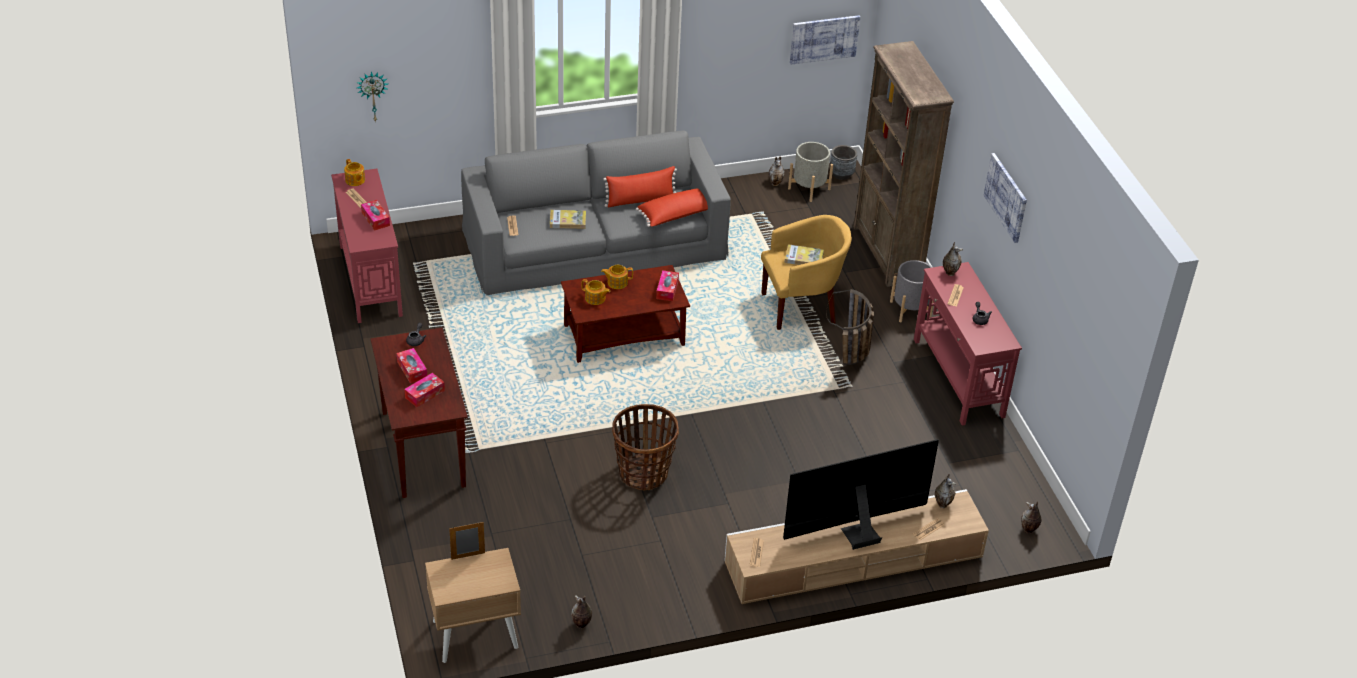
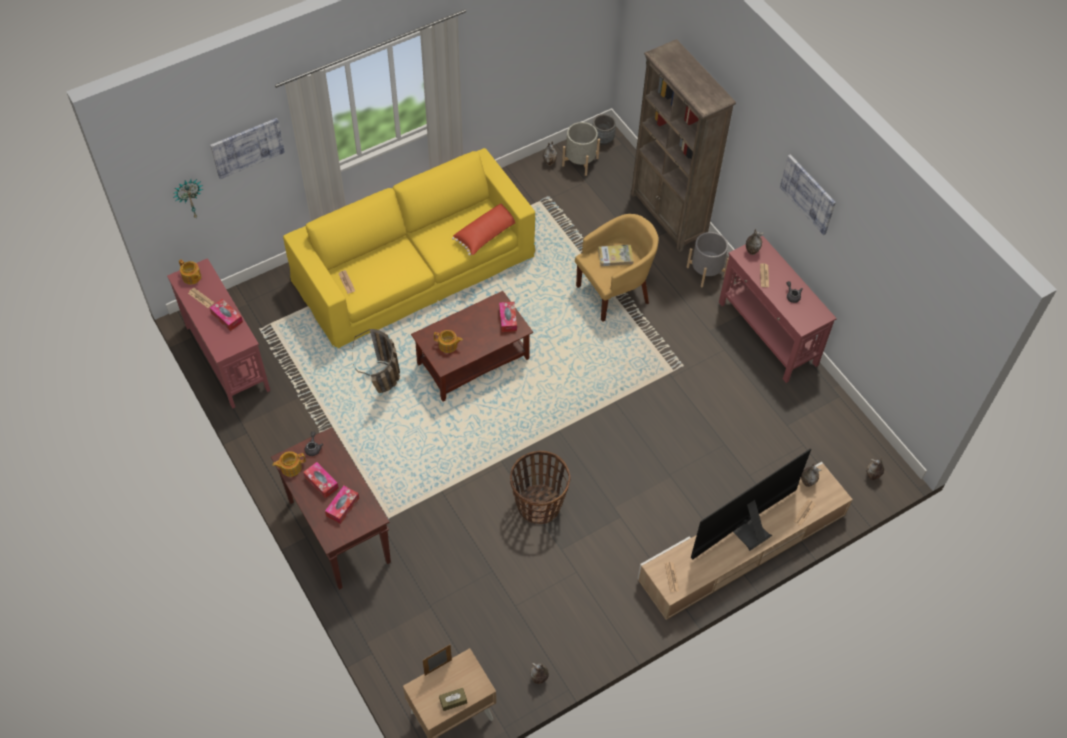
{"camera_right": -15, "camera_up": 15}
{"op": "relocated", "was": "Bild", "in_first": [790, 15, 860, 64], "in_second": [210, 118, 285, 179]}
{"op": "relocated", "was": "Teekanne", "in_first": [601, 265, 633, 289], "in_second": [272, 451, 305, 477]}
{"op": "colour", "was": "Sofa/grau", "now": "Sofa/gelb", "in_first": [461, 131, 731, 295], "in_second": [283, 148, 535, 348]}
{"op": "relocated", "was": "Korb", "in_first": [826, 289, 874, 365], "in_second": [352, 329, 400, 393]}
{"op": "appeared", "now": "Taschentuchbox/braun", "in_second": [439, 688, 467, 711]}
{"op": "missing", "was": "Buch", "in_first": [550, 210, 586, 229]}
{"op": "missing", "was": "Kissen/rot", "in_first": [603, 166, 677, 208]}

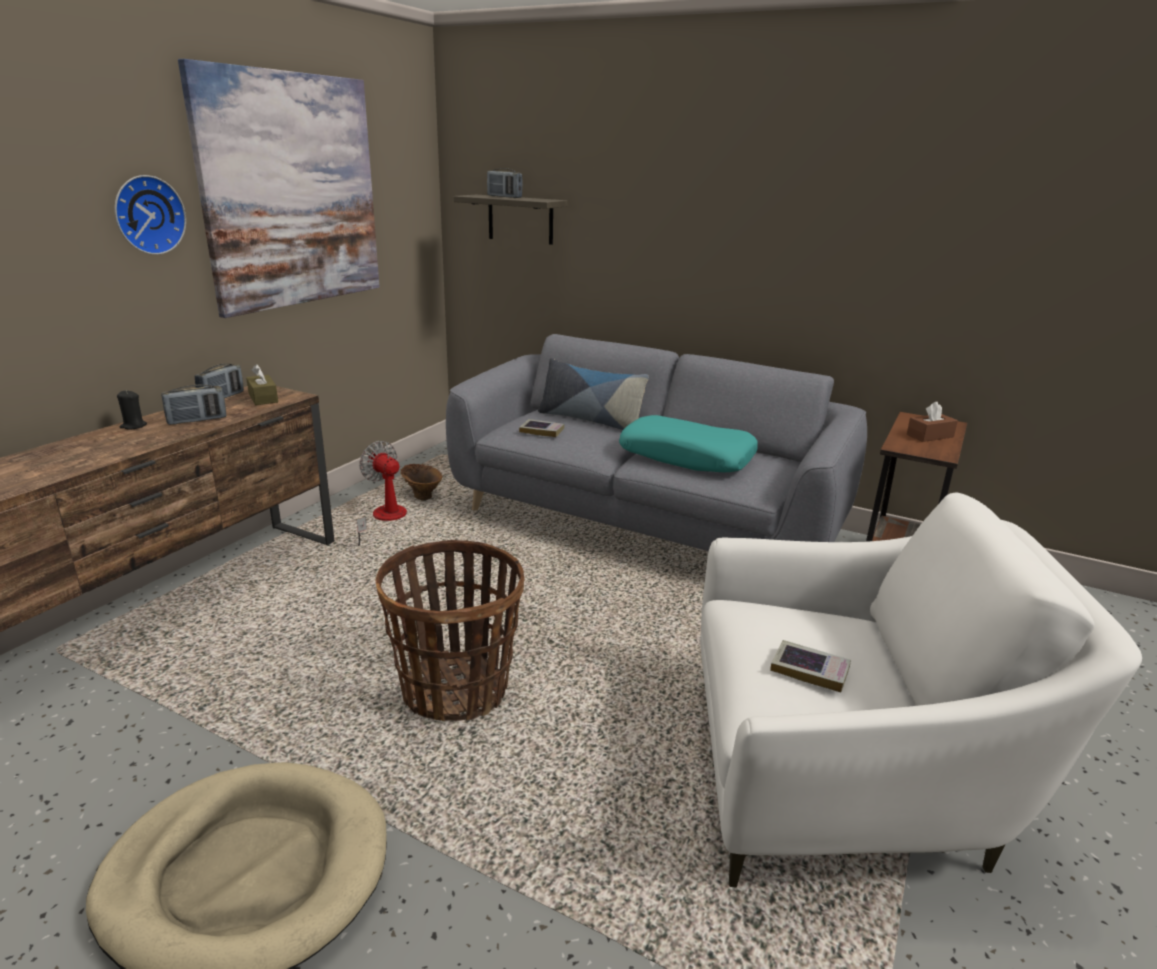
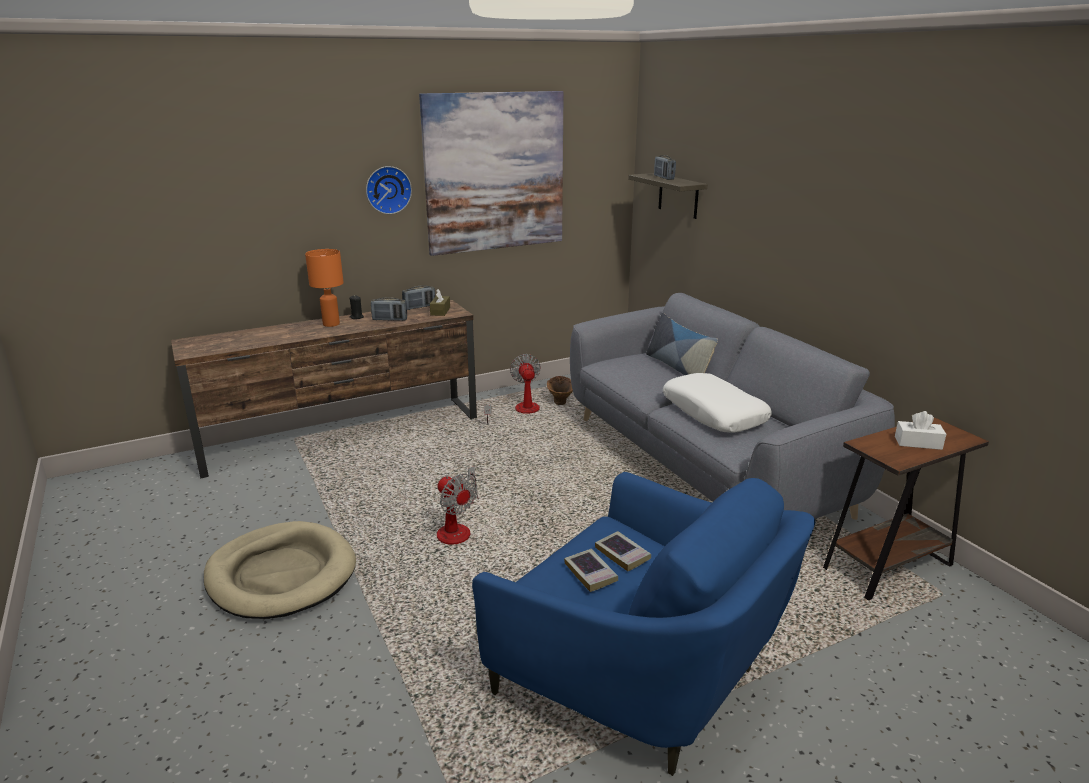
{"camera_right": 35, "camera_up": 0}
{"op": "appeared", "now": "Tischlampe/orange", "in_second": [305, 249, 344, 327]}
{"op": "exchanged", "was": "Korb", "now": "Ventilator", "in_first": [375, 540, 525, 721], "in_second": [437, 466, 480, 545]}
{"op": "colour", "was": "Sessel/weiß", "now": "Sessel/blau", "in_first": [700, 492, 1142, 888], "in_second": [472, 472, 815, 776]}
{"op": "relocated", "was": "Buch", "in_first": [519, 419, 565, 437], "in_second": [595, 531, 651, 572]}
{"op": "colour", "was": "Kissen/türkis", "now": "Kissen/weiß", "in_first": [619, 415, 758, 472], "in_second": [663, 373, 772, 433]}
{"op": "colour", "was": "Taschentuchbox/braun", "now": "Taschentuchbox/weiß", "in_first": [907, 402, 958, 442], "in_second": [895, 411, 946, 450]}

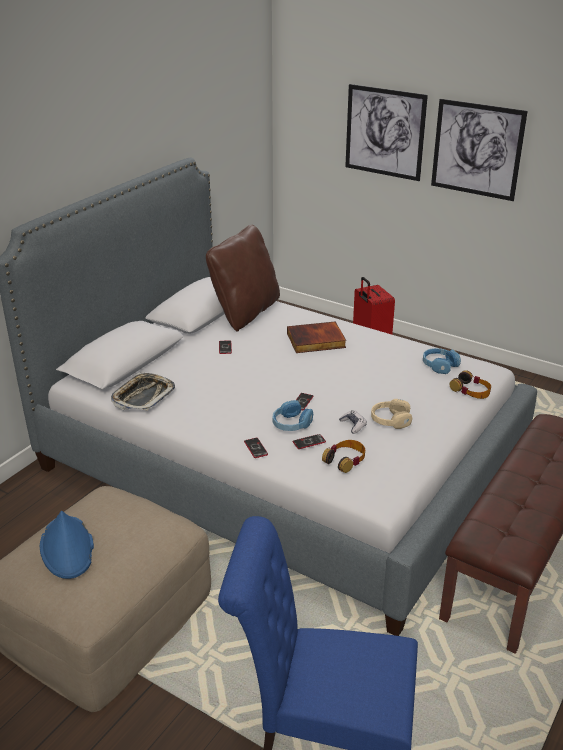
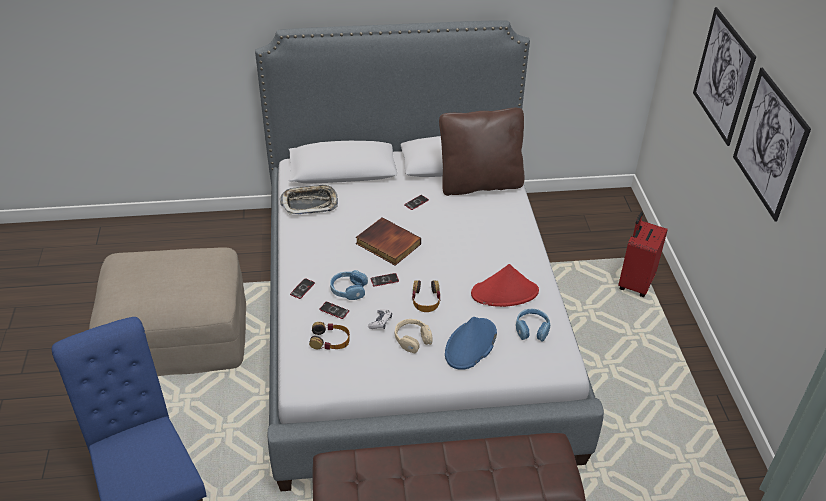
{"camera_right": 50, "camera_up": 10}
{"op": "relocated", "was": "Buch", "in_first": [287, 321, 346, 353], "in_second": [356, 217, 421, 266]}
{"op": "relocated", "was": "Kopfhörer", "in_first": [449, 370, 491, 399], "in_second": [412, 280, 441, 312]}
{"op": "relocated", "was": "Hut/blau", "in_first": [40, 511, 94, 579], "in_second": [445, 317, 497, 370]}
{"op": "appeared", "now": "Hut/rot", "in_second": [471, 264, 539, 307]}

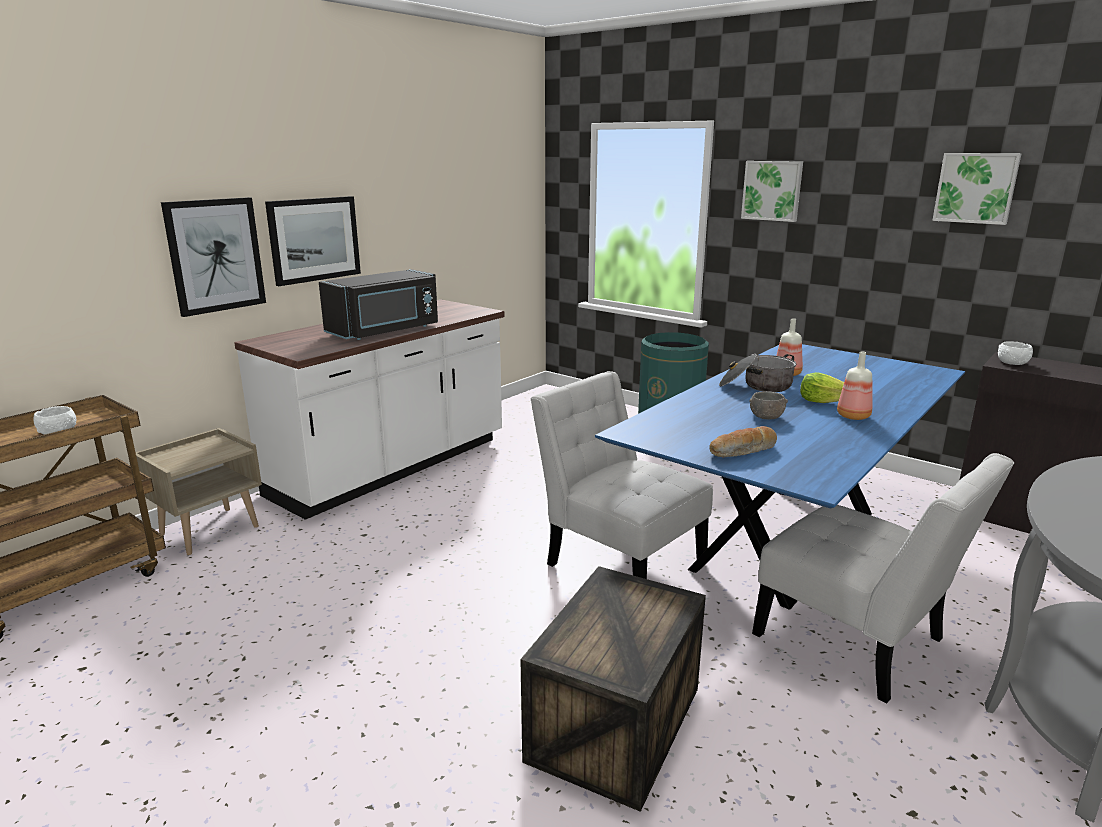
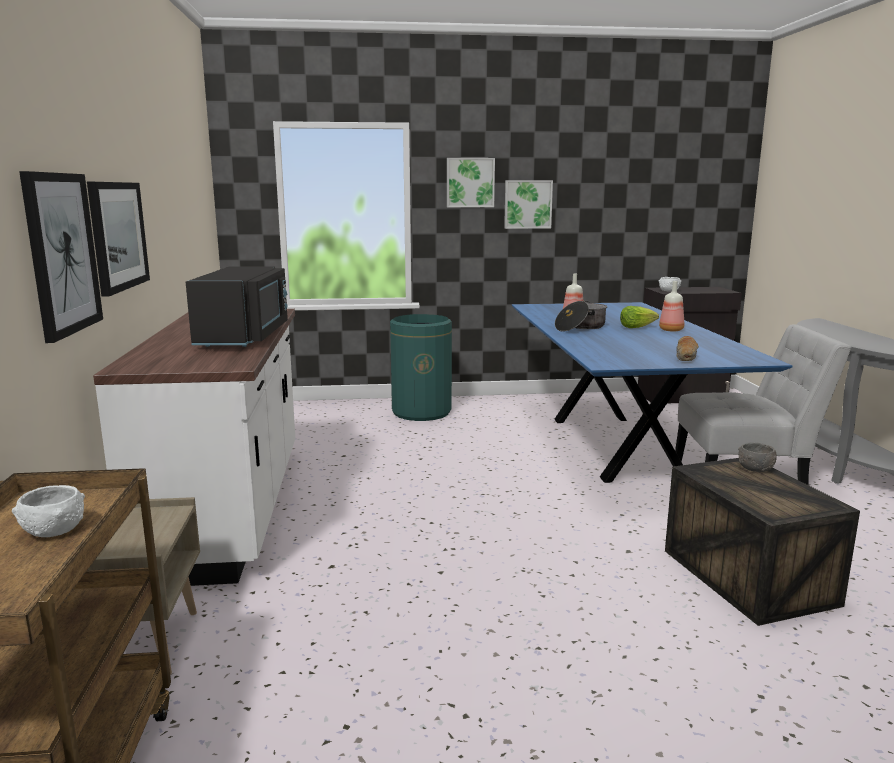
{"camera_right": -45, "camera_up": -5}
{"op": "relocated", "was": "Bild", "in_first": [932, 153, 1022, 225], "in_second": [504, 180, 553, 229]}
{"op": "relocated", "was": "Schüssel/grau", "in_first": [749, 391, 788, 419], "in_second": [738, 442, 777, 472]}
{"op": "missing", "was": "Stuhl/weiß", "in_first": [530, 371, 713, 579]}

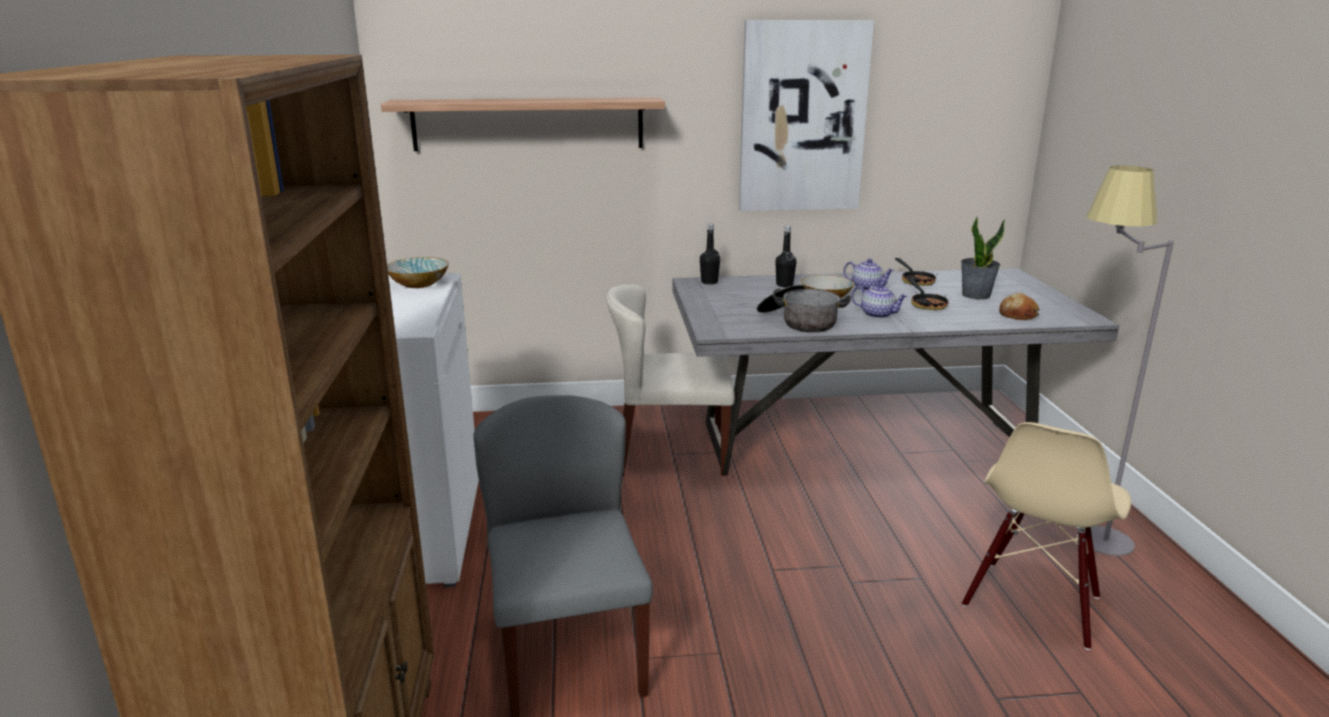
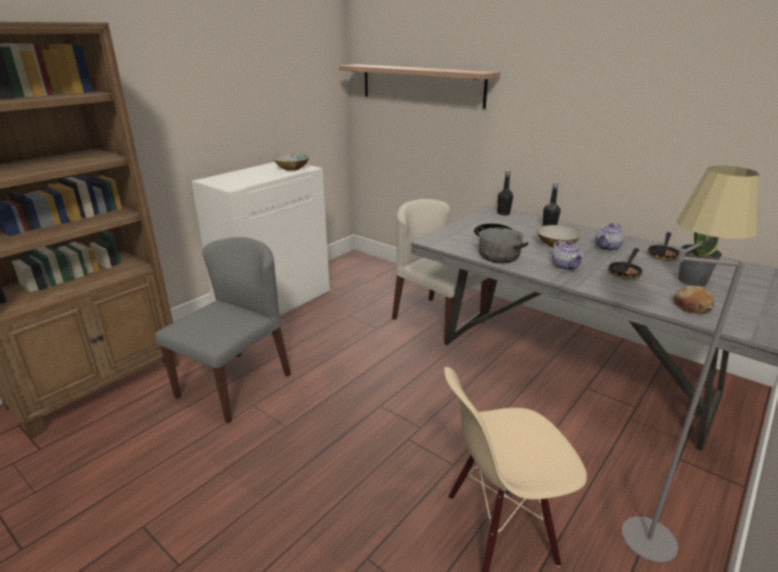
{"camera_right": 45, "camera_up": 5}
{"op": "spun", "was": "Teekanne", "in_first": [843, 259, 894, 290], "in_second": [595, 223, 624, 251], "clockwise": 60}
{"op": "missing", "was": "Bild", "in_first": [739, 20, 874, 211]}

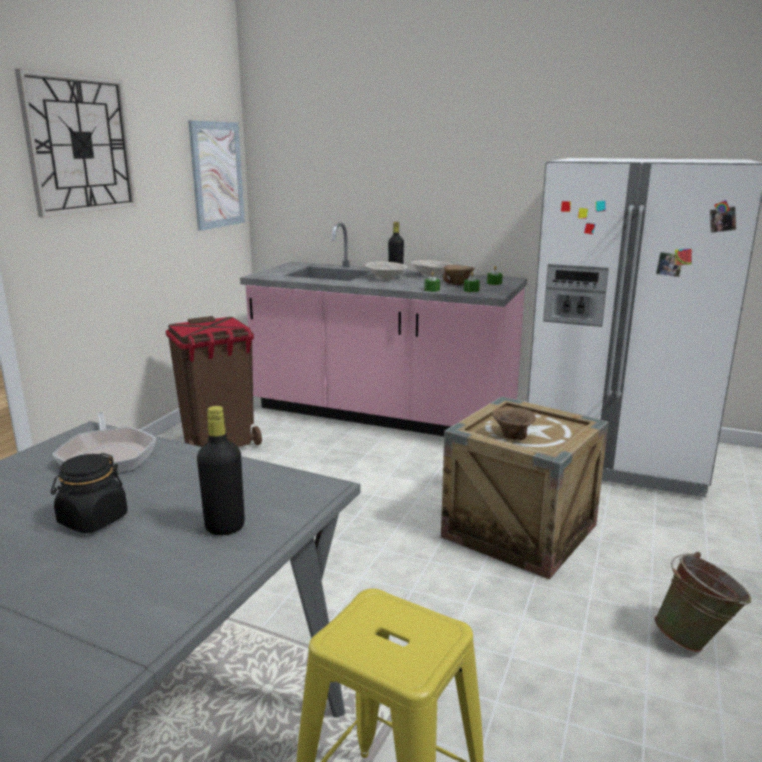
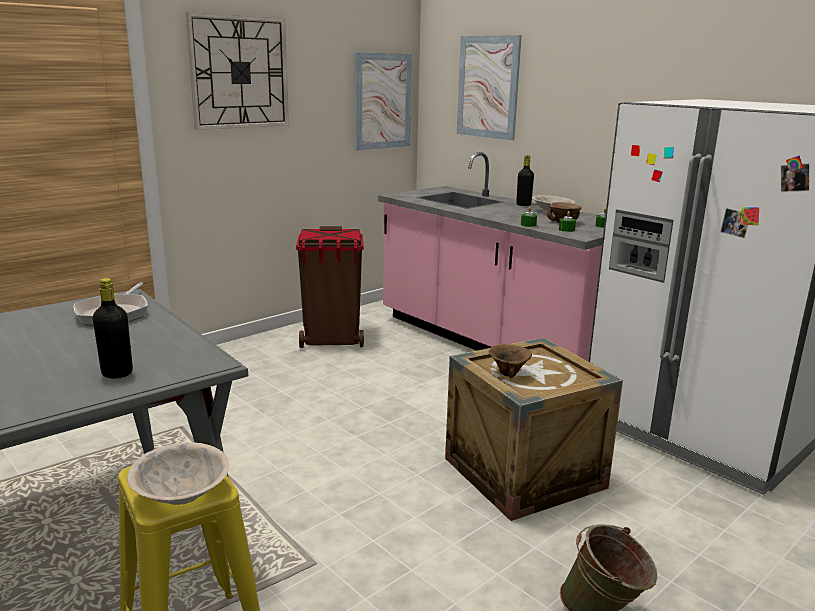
{"camera_right": 25, "camera_up": 0}
{"op": "relocated", "was": "Schüssel/beige", "in_first": [365, 262, 407, 280], "in_second": [127, 442, 229, 505]}
{"op": "appeared", "now": "Bild", "in_second": [457, 35, 522, 140]}
{"op": "missing", "was": "Vorratsglas/schwarz", "in_first": [51, 453, 128, 533]}

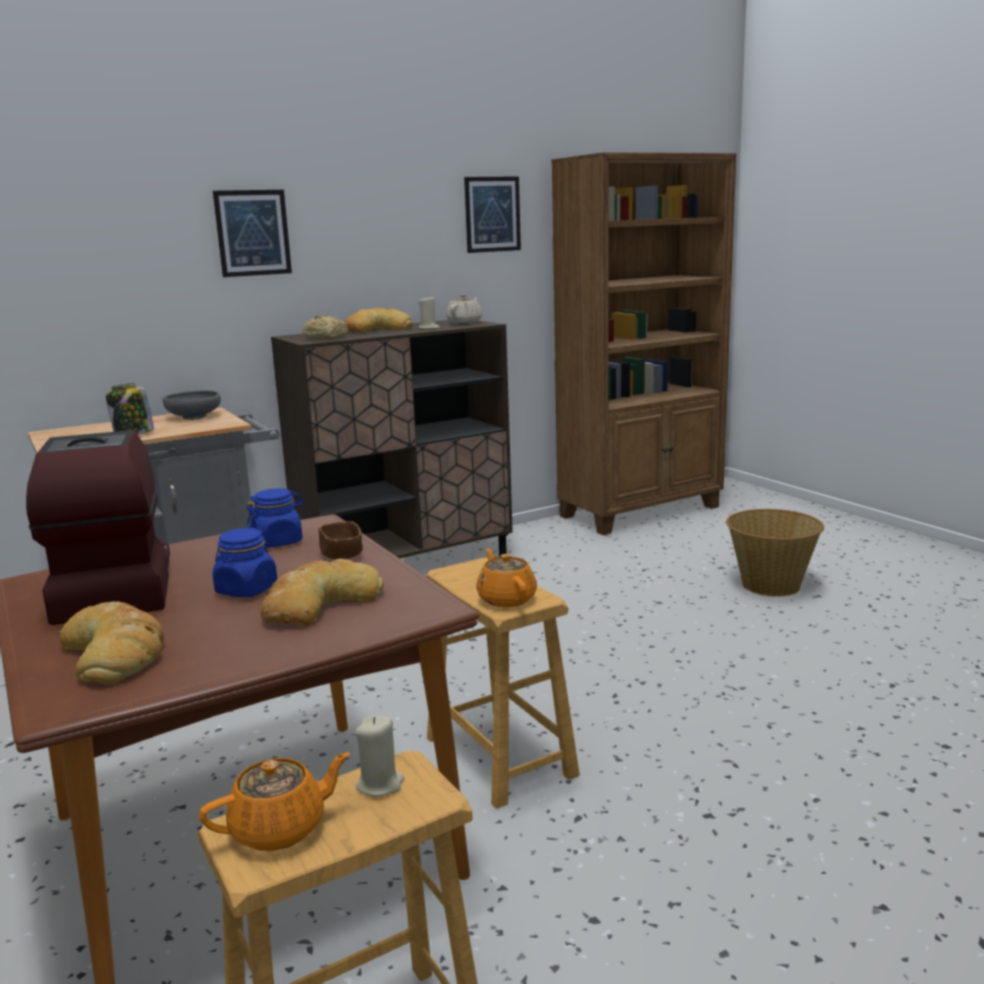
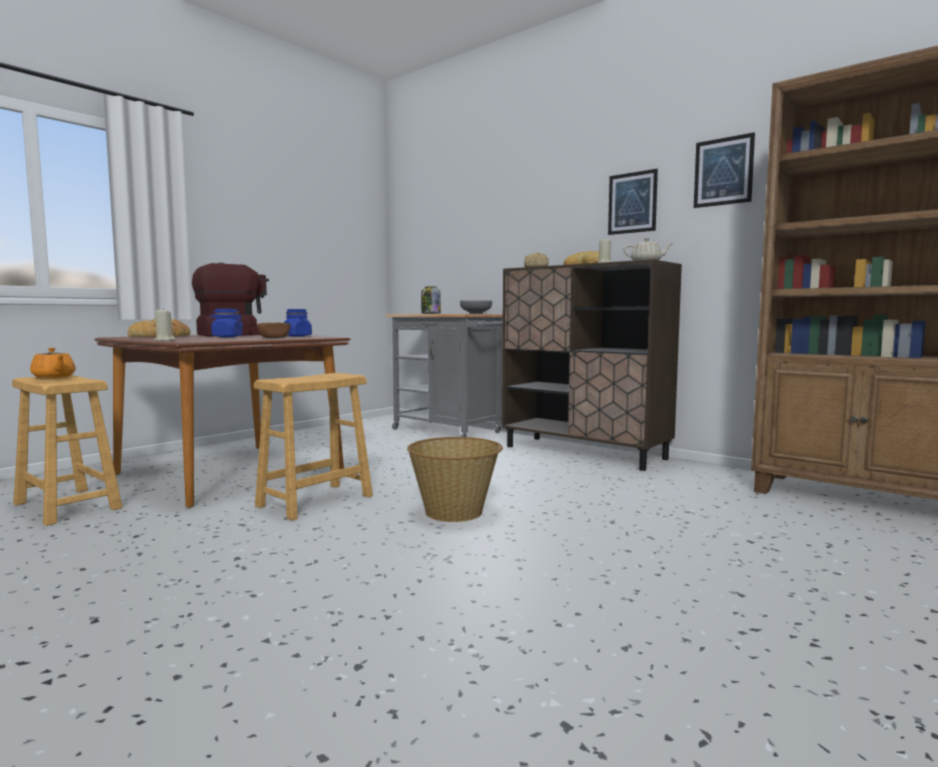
{"camera_right": 70, "camera_up": -10}
{"op": "relocated", "was": "Kerze/beige", "in_first": [355, 715, 404, 797], "in_second": [154, 308, 175, 341]}
{"op": "relocated", "was": "Korb", "in_first": [726, 509, 824, 597], "in_second": [407, 437, 503, 522]}
{"op": "relocated", "was": "Bild", "in_first": [213, 190, 292, 277], "in_second": [608, 169, 658, 235]}
{"op": "missing", "was": "Brot", "in_first": [261, 559, 384, 626]}
{"op": "missing", "was": "Teekanne/orange", "in_first": [476, 548, 537, 607]}

